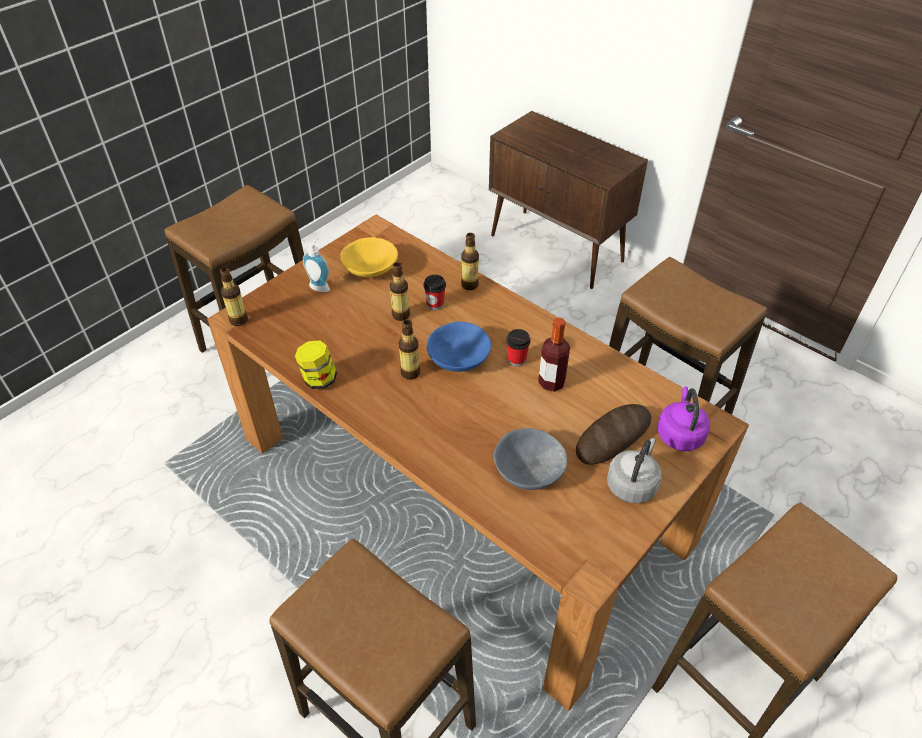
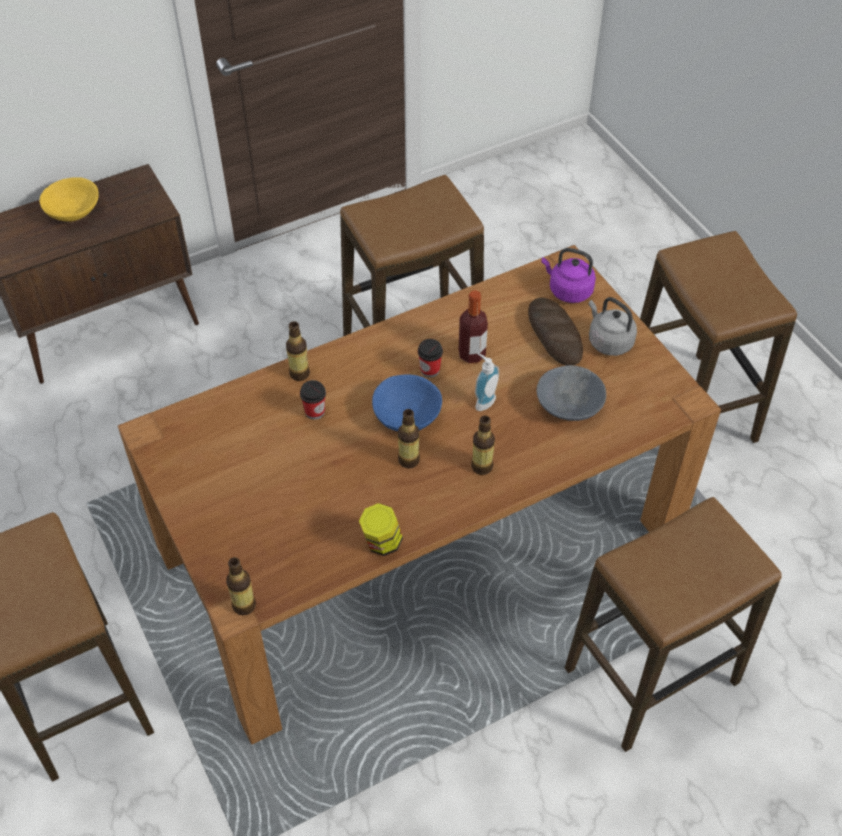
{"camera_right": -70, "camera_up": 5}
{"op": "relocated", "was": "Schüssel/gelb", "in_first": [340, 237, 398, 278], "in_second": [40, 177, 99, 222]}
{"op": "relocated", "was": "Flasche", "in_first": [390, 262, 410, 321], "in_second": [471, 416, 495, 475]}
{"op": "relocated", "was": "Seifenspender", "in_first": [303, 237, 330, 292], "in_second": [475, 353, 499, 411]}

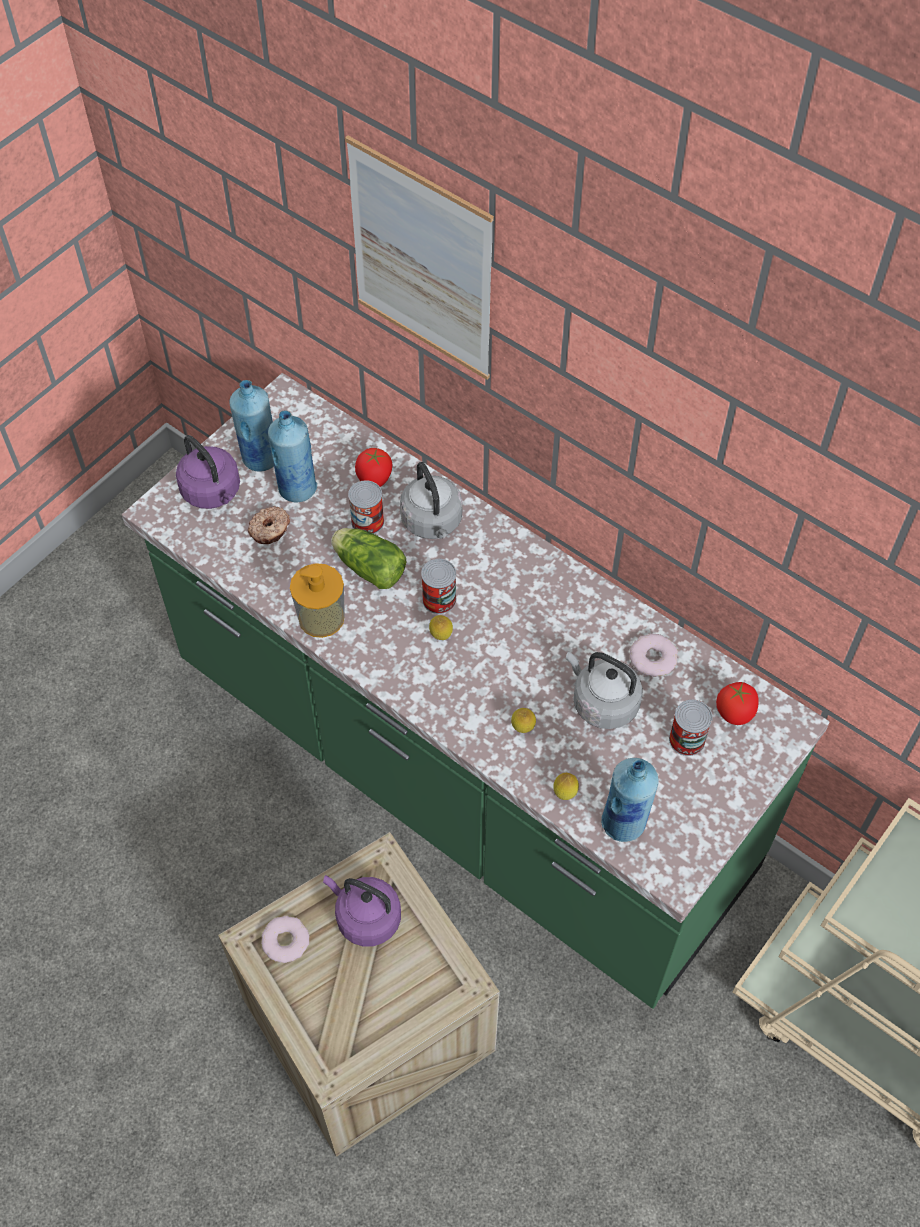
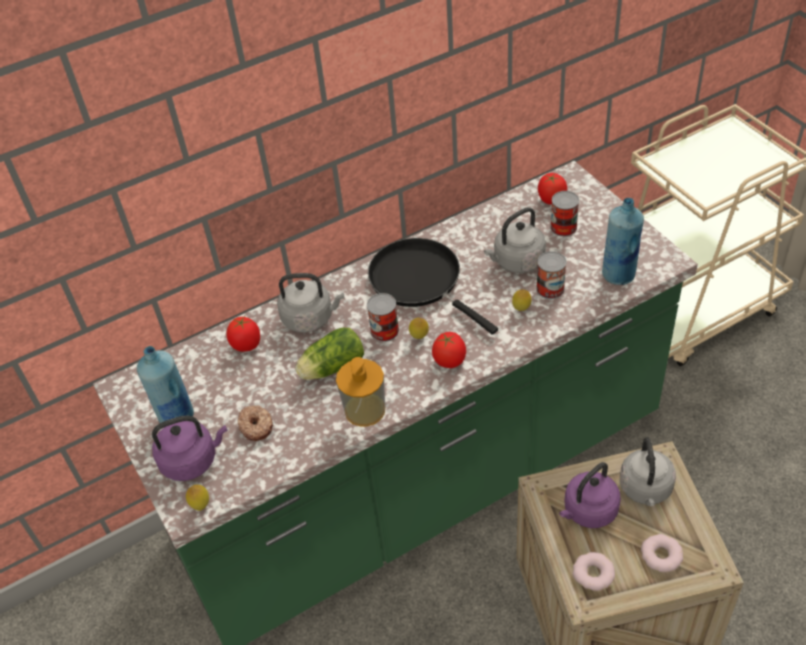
{"camera_right": -65, "camera_up": -10}
{"op": "relocated", "was": "Zitrone", "in_first": [553, 773, 579, 800], "in_second": [186, 485, 209, 511]}
{"op": "appeared", "now": "Pfanne/schwarz", "in_second": [368, 238, 498, 334]}
{"op": "appeared", "now": "Tomate", "in_second": [432, 332, 466, 368]}
{"op": "relocated", "was": "Dose", "in_first": [348, 480, 384, 534], "in_second": [536, 251, 567, 299]}
{"op": "appeared", "now": "Wasserkessel/grau", "in_second": [620, 437, 676, 506]}
{"op": "relocated", "was": "Donut", "in_first": [630, 634, 678, 677], "in_second": [641, 534, 683, 572]}
{"op": "missing", "was": "Flasche/blau", "in_first": [268, 410, 317, 503]}
{"op": "missing", "was": "Bild", "in_first": [345, 135, 494, 380]}

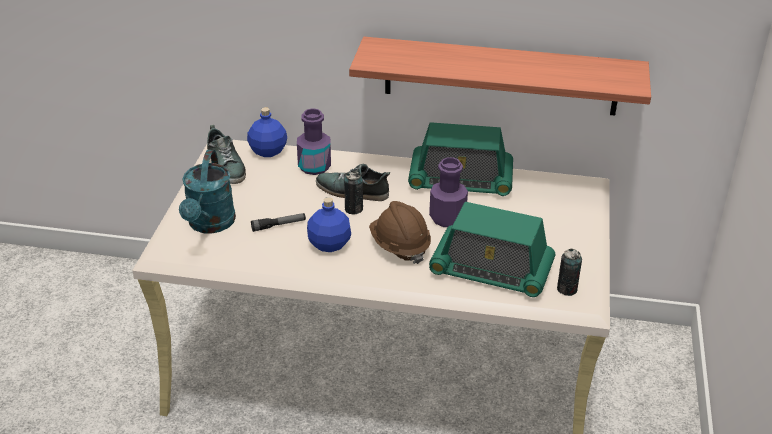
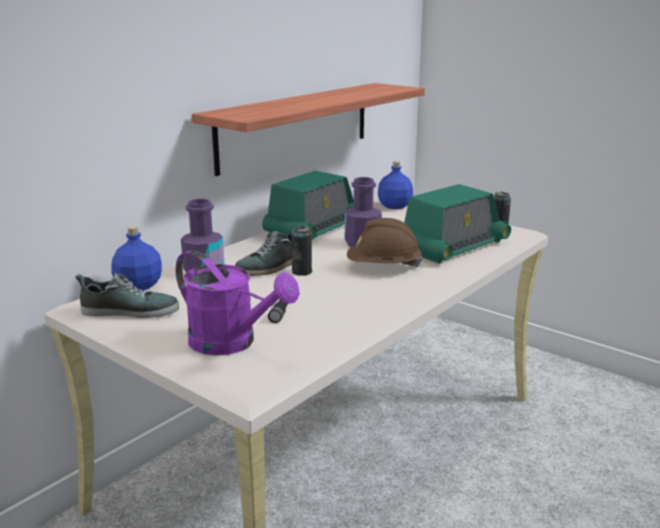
{"camera_right": -60, "camera_up": -15}
{"op": "colour", "was": "Gießkanne/türkis", "now": "Gießkanne/lila", "in_first": [179, 150, 236, 234], "in_second": [175, 250, 300, 355]}
{"op": "relocated", "was": "Flasche/blau", "in_first": [307, 197, 351, 252], "in_second": [378, 161, 413, 209]}

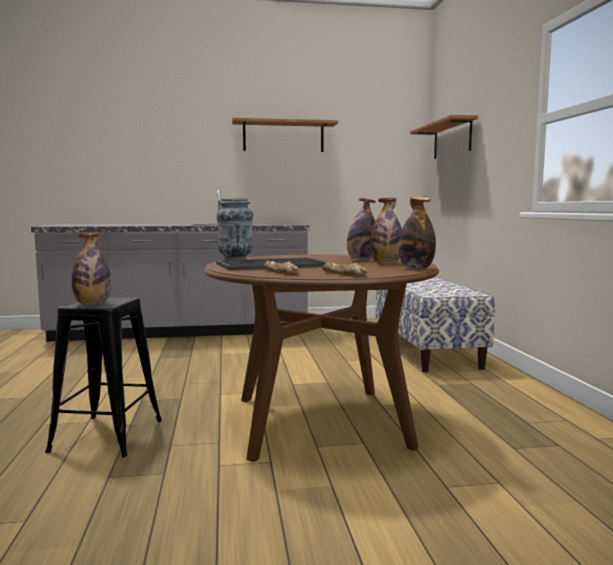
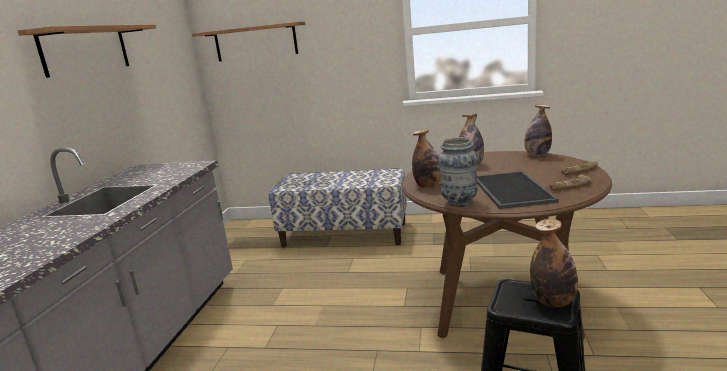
{"camera_right": -70, "camera_up": 10}
{"op": "relocated", "was": "Flasche", "in_first": [370, 198, 402, 263], "in_second": [412, 129, 441, 188]}

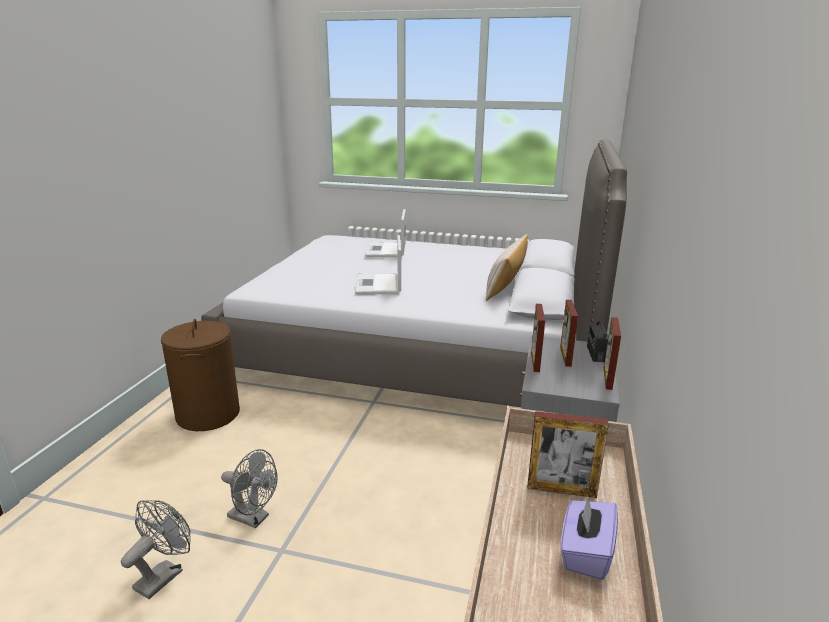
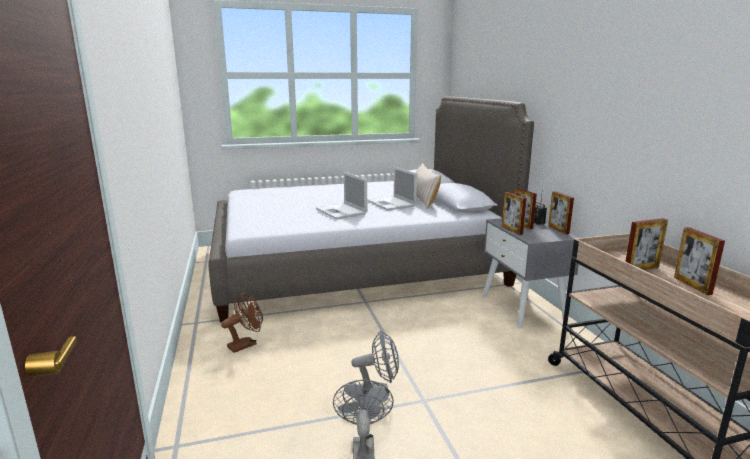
{"camera_right": -30, "camera_up": -5}
{"op": "exchanged", "was": "Wäschekorb/braun", "now": "Ventilator/braun", "in_first": [161, 319, 240, 431], "in_second": [221, 292, 263, 353]}
{"op": "relocated", "was": "Laptop", "in_first": [365, 209, 406, 257], "in_second": [368, 167, 417, 210]}
{"op": "exchanged", "was": "Taschentuchbox/lila", "now": "Bilderrahmen", "in_first": [561, 496, 618, 580], "in_second": [674, 227, 725, 295]}

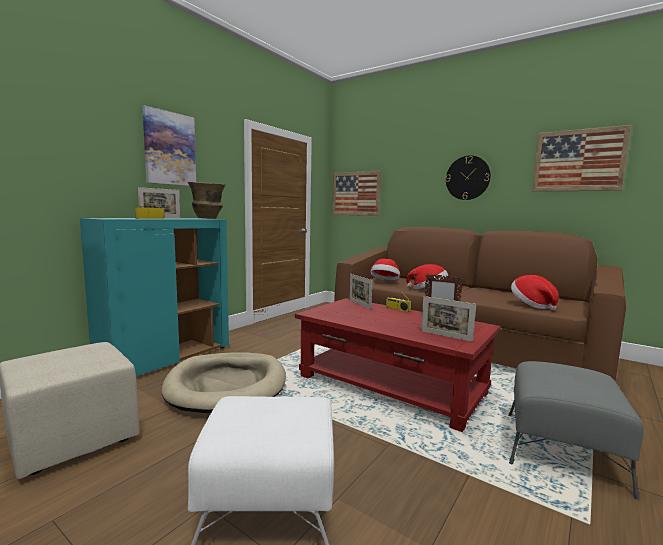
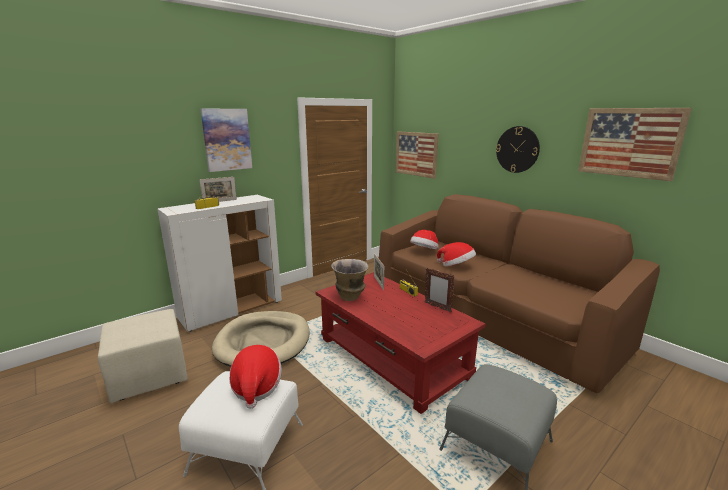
{"camera_right": 15, "camera_up": 10}
{"op": "colour", "was": "Schrank/türkis", "now": "Schrank/weiß", "in_first": [80, 218, 229, 376], "in_second": [157, 195, 282, 332]}
{"op": "relocated", "was": "Hut", "in_first": [511, 275, 559, 311], "in_second": [229, 345, 282, 409]}
{"op": "relocated", "was": "Vase", "in_first": [187, 182, 226, 219], "in_second": [331, 259, 369, 301]}
{"op": "missing", "was": "Bilderrahmen", "in_first": [421, 296, 476, 342]}

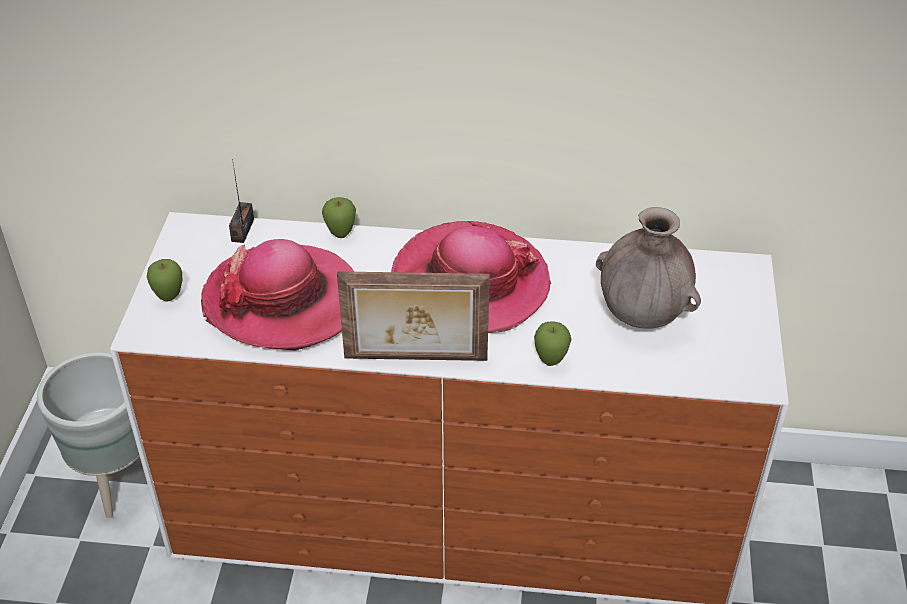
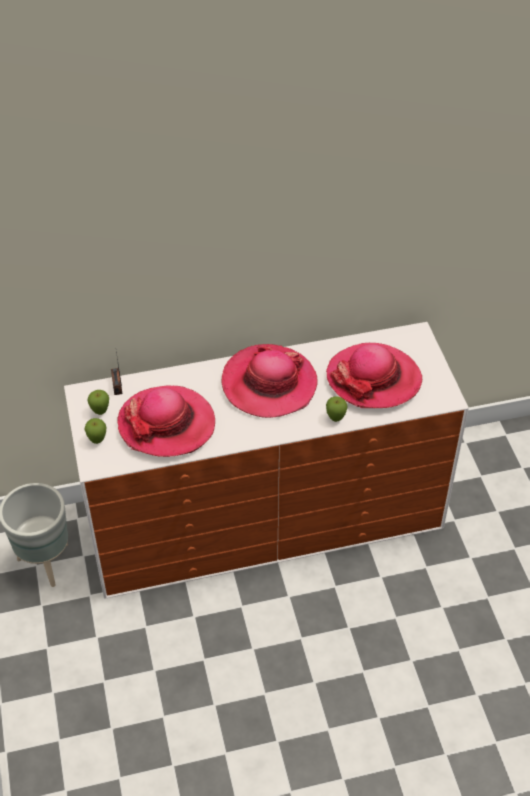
{"camera_right": -20, "camera_up": 5}
{"op": "relocated", "was": "Apfel", "in_first": [322, 197, 356, 238], "in_second": [87, 390, 109, 415]}
{"op": "exchanged", "was": "Vase/braun", "now": "Hut", "in_first": [596, 207, 701, 329], "in_second": [326, 343, 422, 408]}
{"op": "missing", "was": "Bilderrahmen", "in_first": [337, 271, 490, 361]}

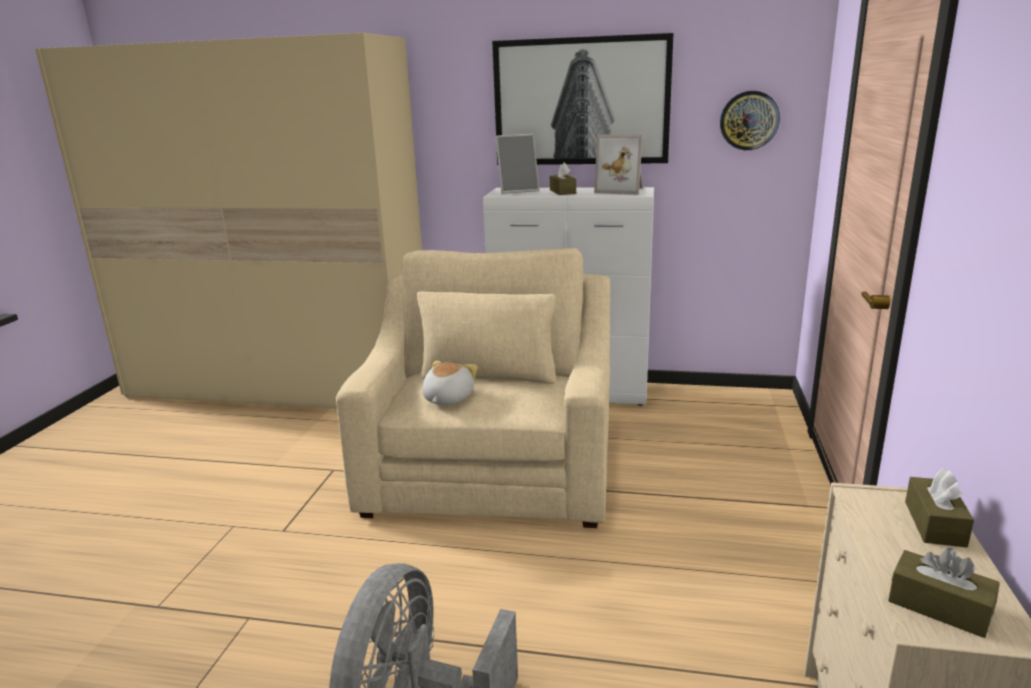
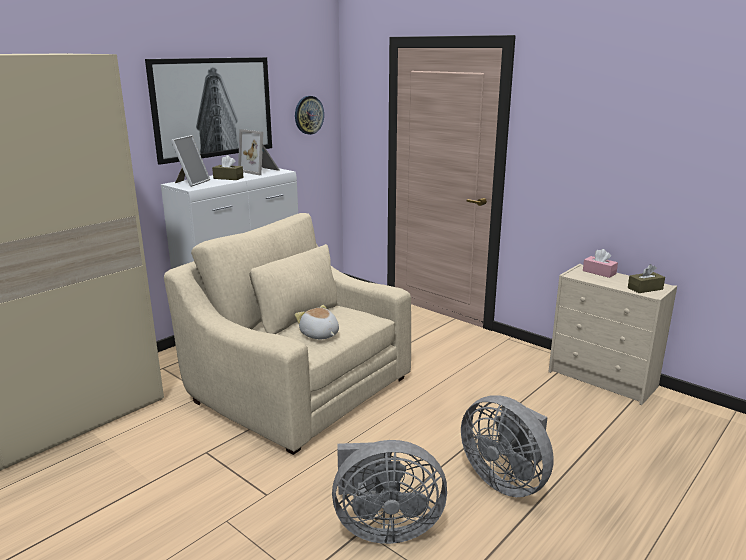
{"camera_right": -60, "camera_up": 0}
{"op": "spun", "was": "Bilderrahmen", "in_first": [594, 134, 643, 195], "in_second": [238, 129, 280, 175], "clockwise": 75}
{"op": "appeared", "now": "Ventilator/grau", "in_second": [332, 440, 447, 544]}
{"op": "colour", "was": "Taschentuchbox/braun", "now": "Taschentuchbox/rosa", "in_first": [905, 468, 974, 547], "in_second": [583, 249, 618, 278]}

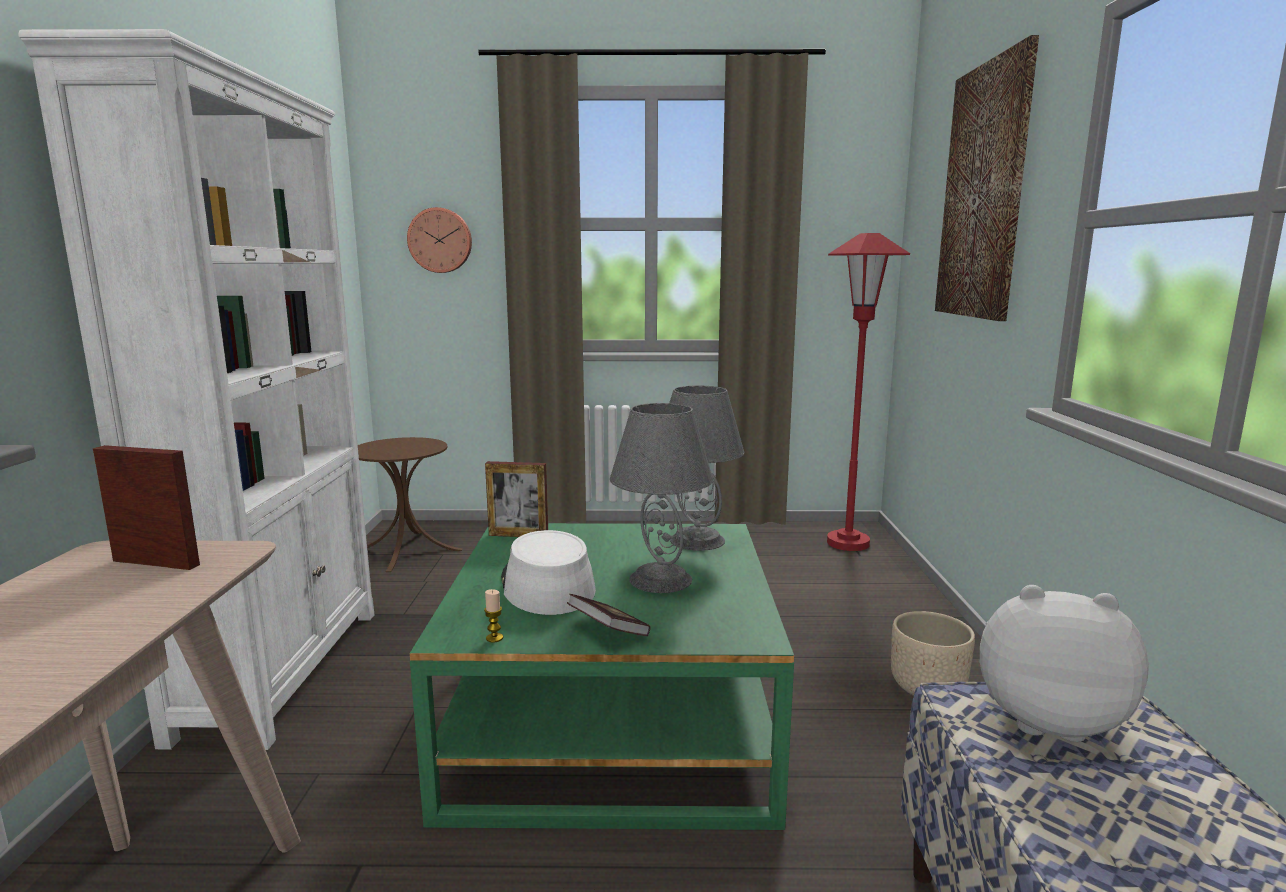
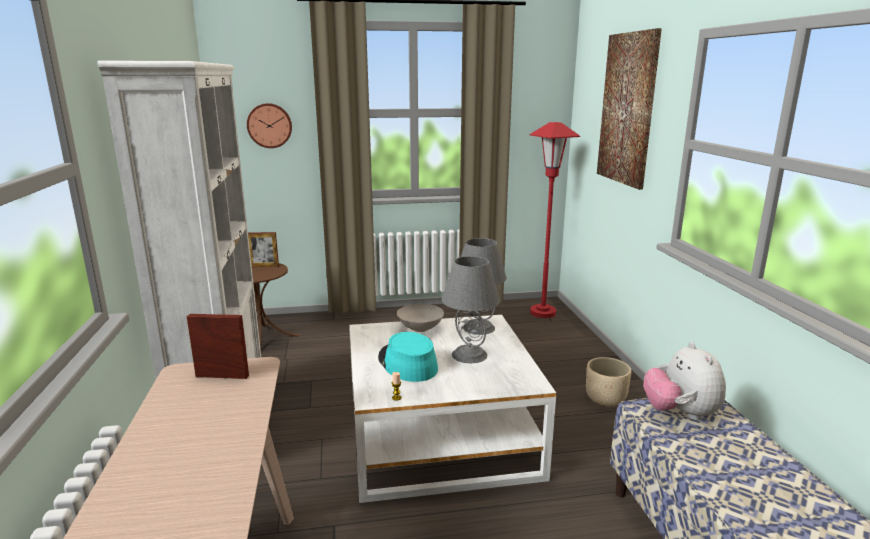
{"camera_right": -10, "camera_up": 5}
{"op": "relocated", "was": "Bilderrahmen", "in_first": [485, 461, 548, 537], "in_second": [248, 232, 279, 267]}
{"op": "colour", "was": "Couchtisch/grün", "now": "Couchtisch/weiß", "in_first": [410, 523, 794, 830], "in_second": [349, 315, 556, 503]}
{"op": "colour", "was": "Hut/weiß", "now": "Hut/türkis", "in_first": [501, 530, 596, 615], "in_second": [378, 332, 438, 382]}
{"op": "appeared", "now": "Schüssel/weiß", "in_second": [397, 304, 444, 332]}
{"op": "spun", "was": "Plüschtier", "in_first": [980, 585, 1149, 742], "in_second": [643, 342, 726, 420], "clockwise": -105}
{"op": "missing", "was": "Buch", "in_first": [567, 594, 650, 636]}

